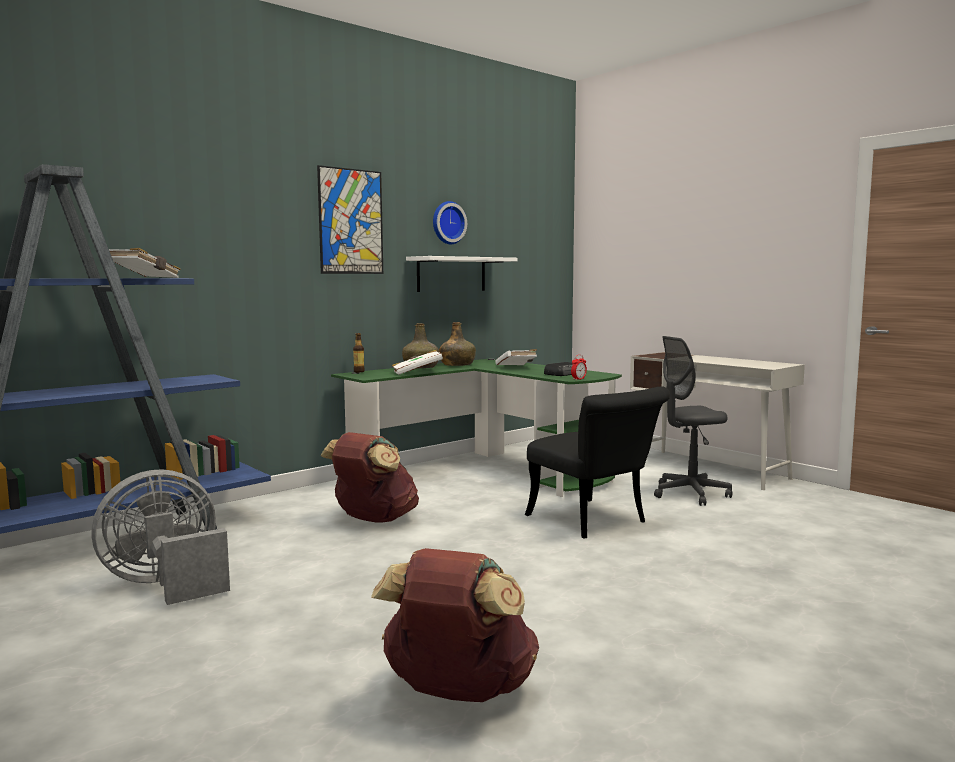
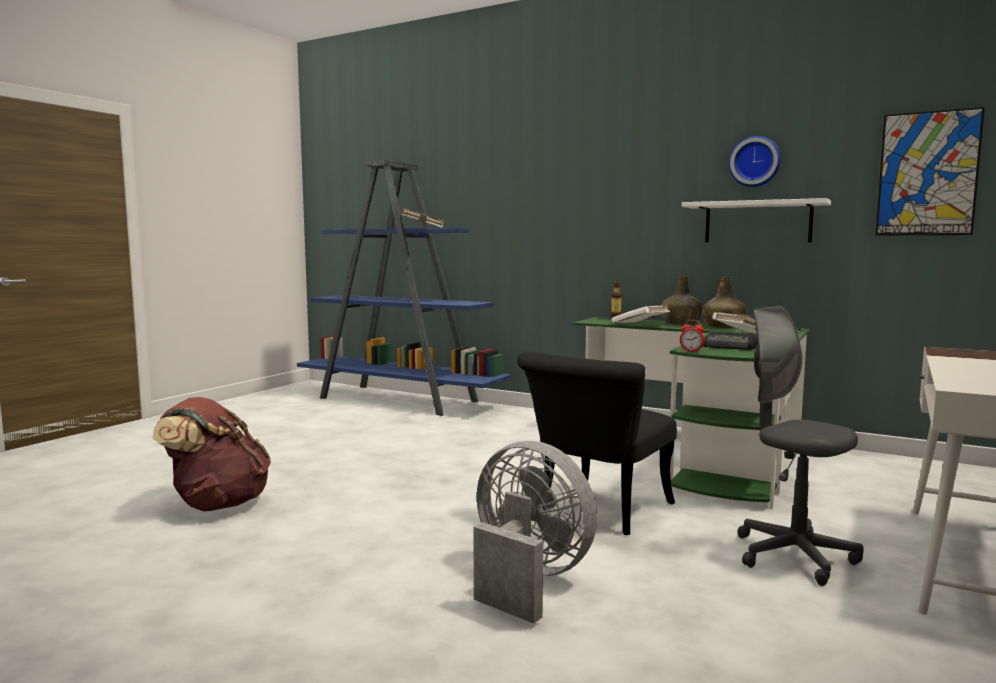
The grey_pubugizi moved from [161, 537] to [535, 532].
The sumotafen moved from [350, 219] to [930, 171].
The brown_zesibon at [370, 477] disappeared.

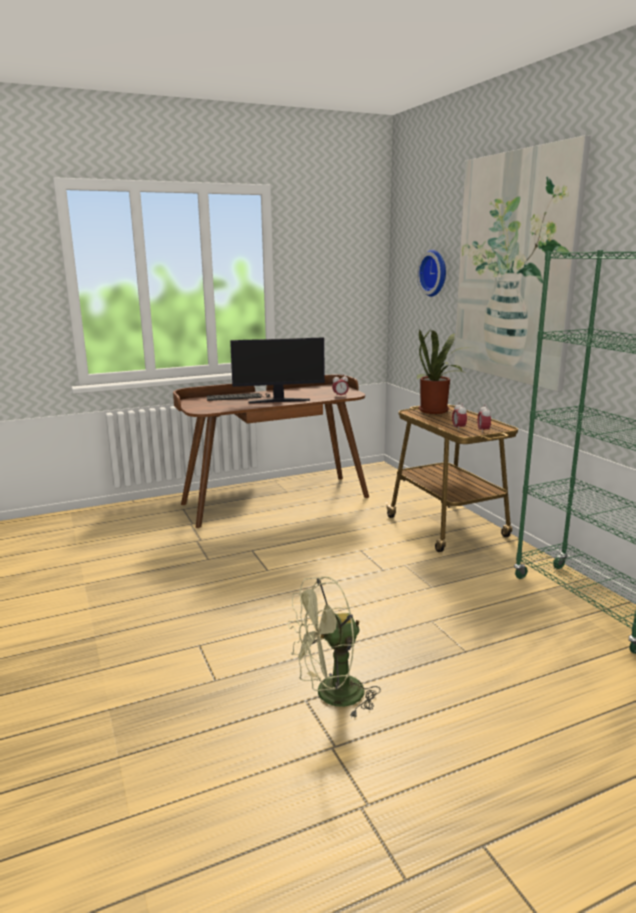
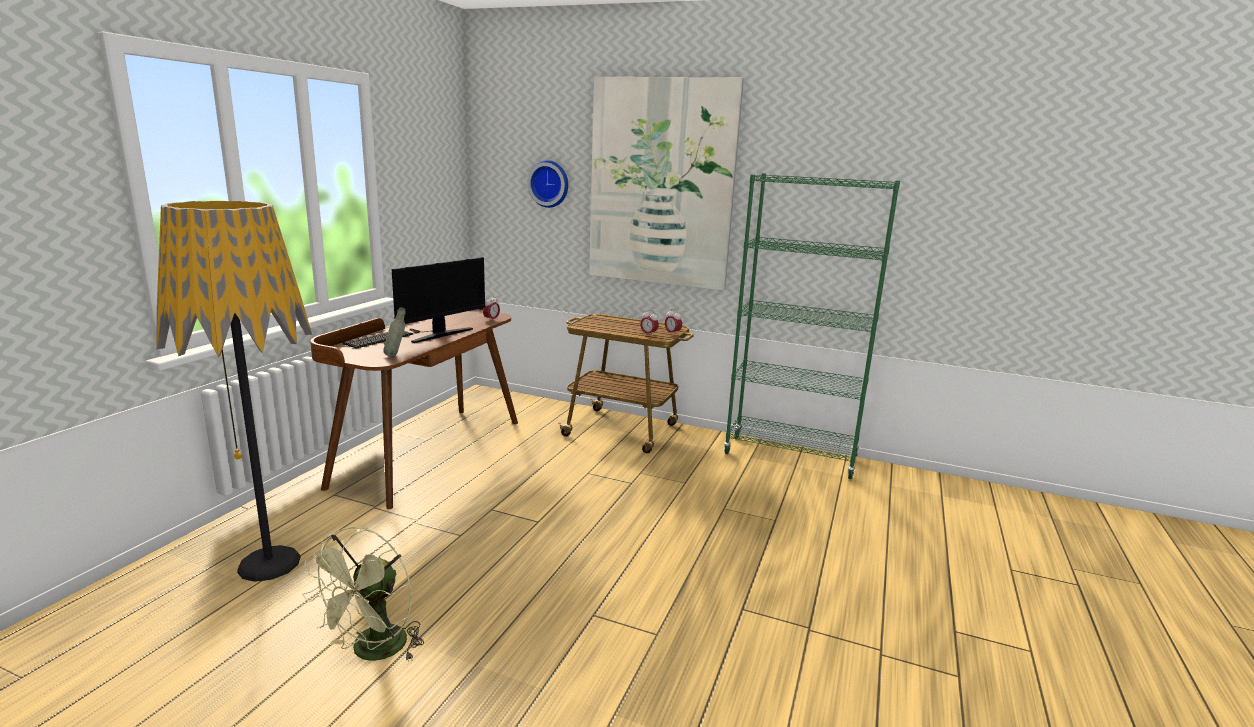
The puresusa at [234, 391] appeared.
The green_pubugizi moved from [334, 647] to [363, 594].
The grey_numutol at [394, 332] appeared.
The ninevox at [444, 371] disappeared.

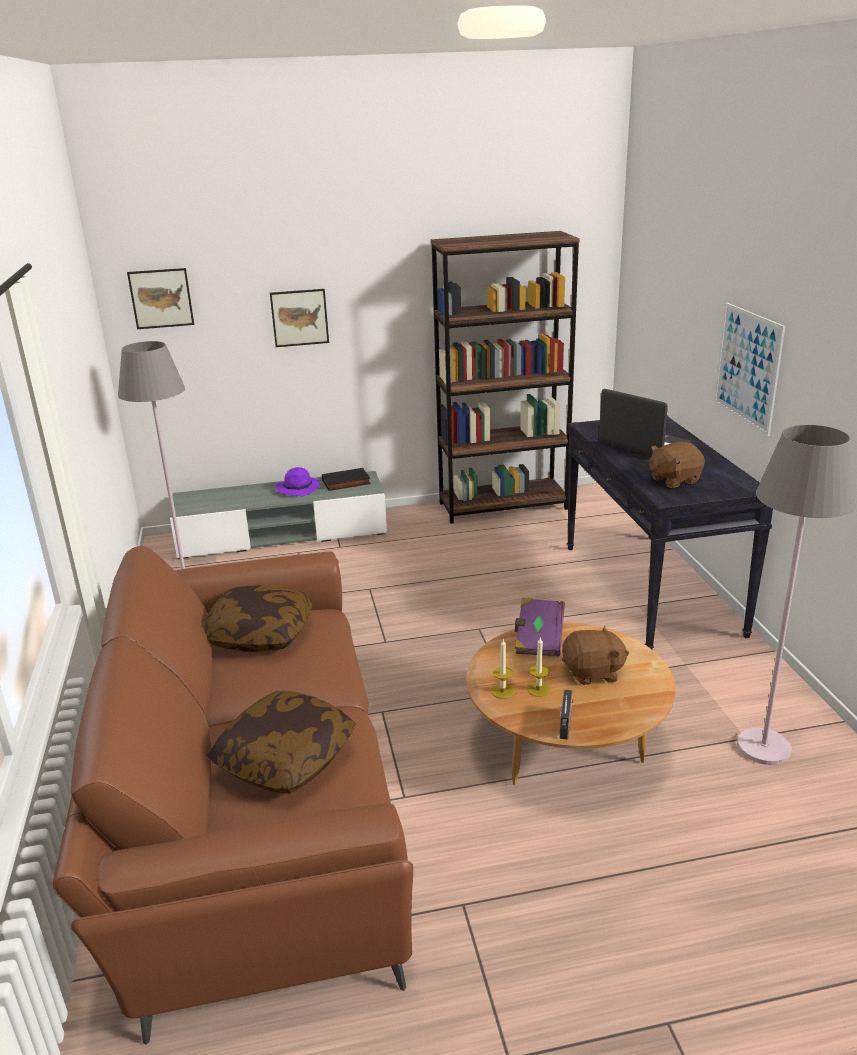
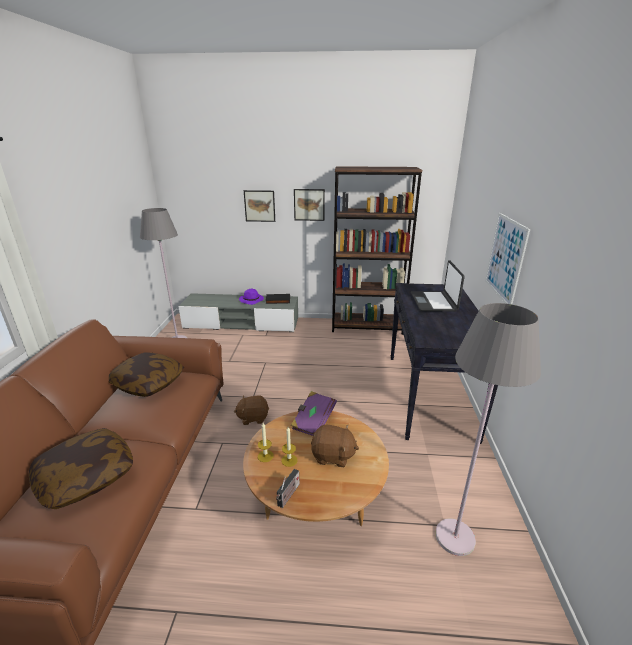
The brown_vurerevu moved from [677, 465] to [251, 410].
The sumotafen moved from [160, 298] to [309, 205].
The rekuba at [645, 422] turned 150 degrees counterclockwise.

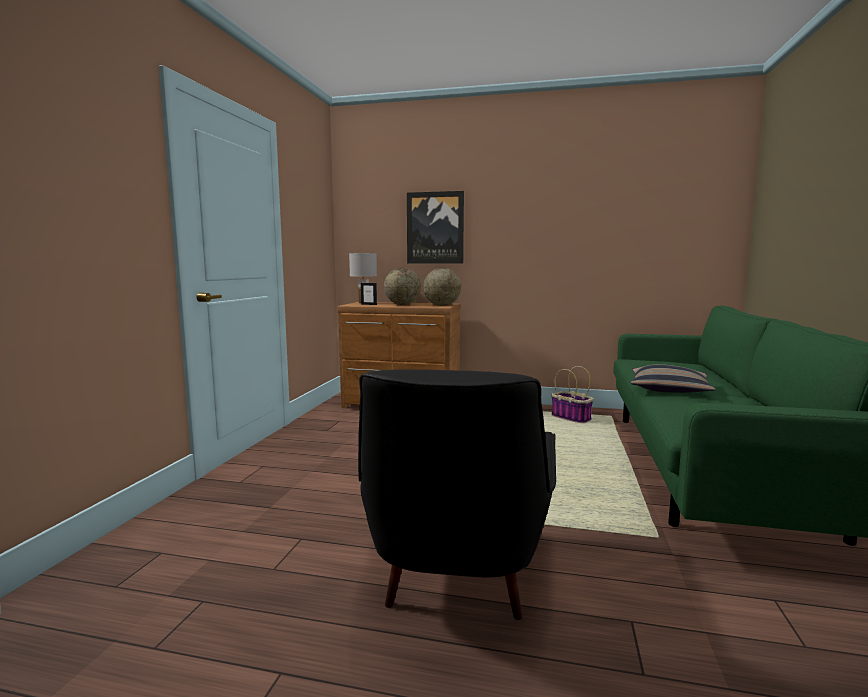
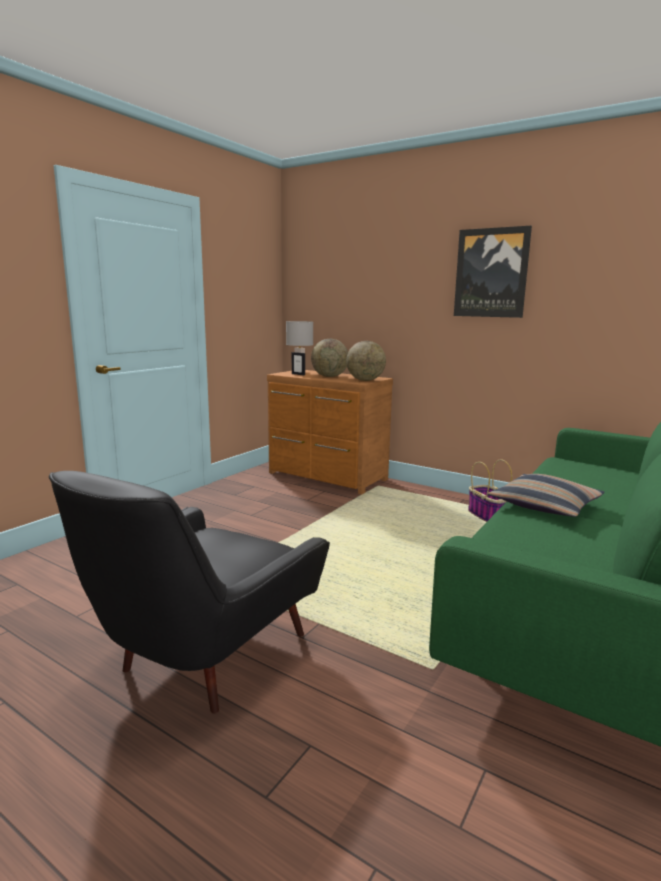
The sumotafen moved from [435, 227] to [493, 272].

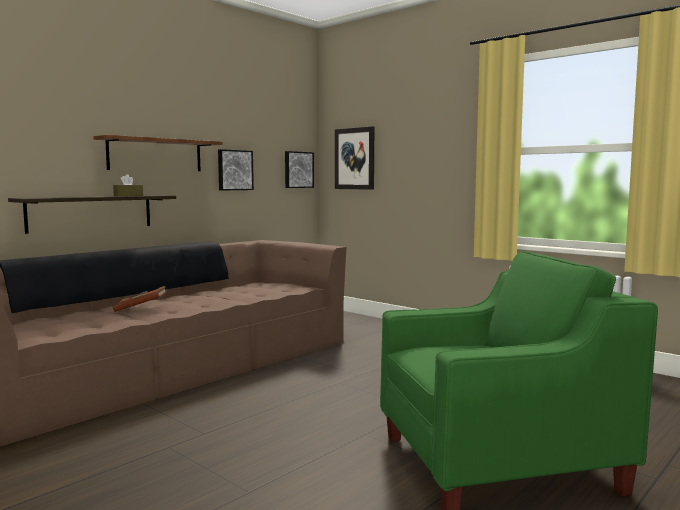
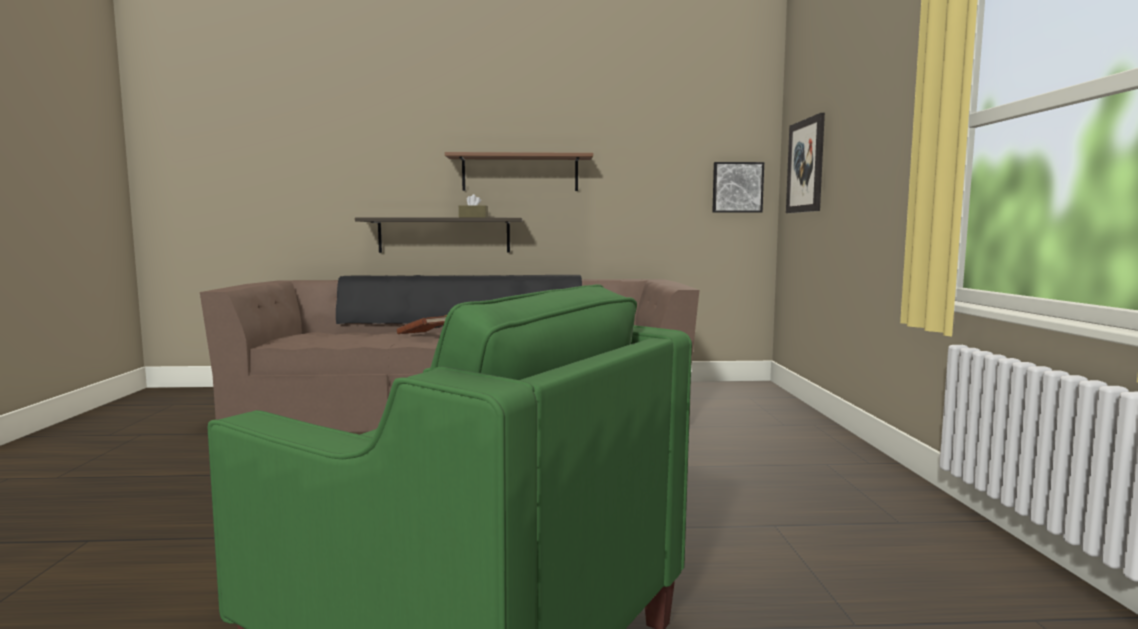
The sumotafen at [236, 169] disappeared.

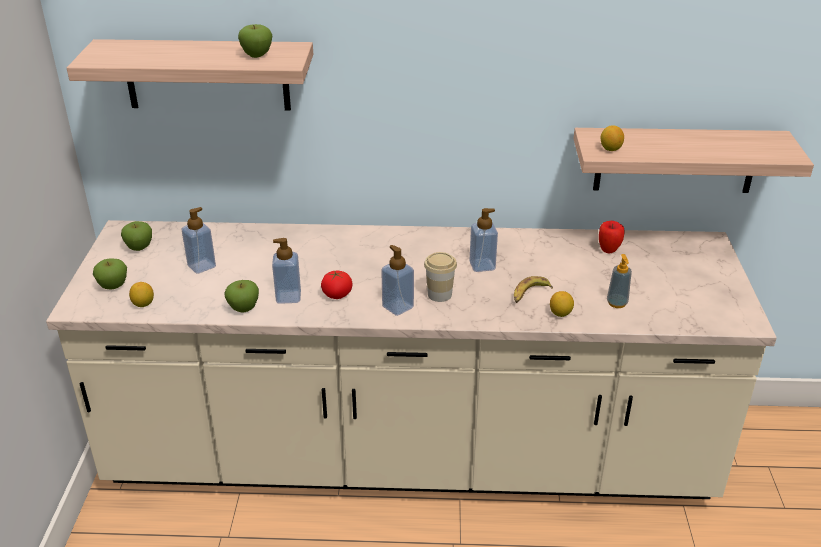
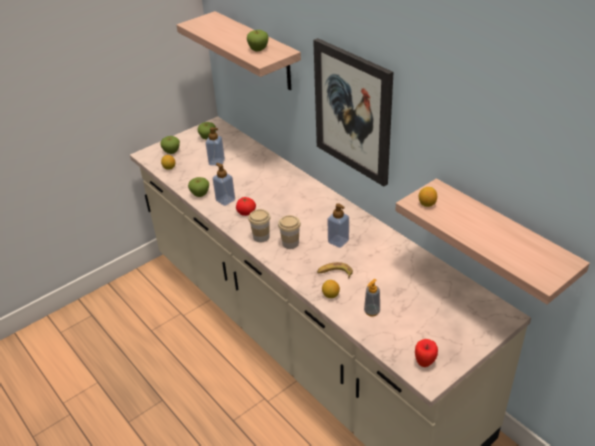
The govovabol at [397, 280] was replaced by the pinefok at [259, 225].
The sumotafen at [353, 112] appeared.
The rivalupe moved from [612, 237] to [426, 353].

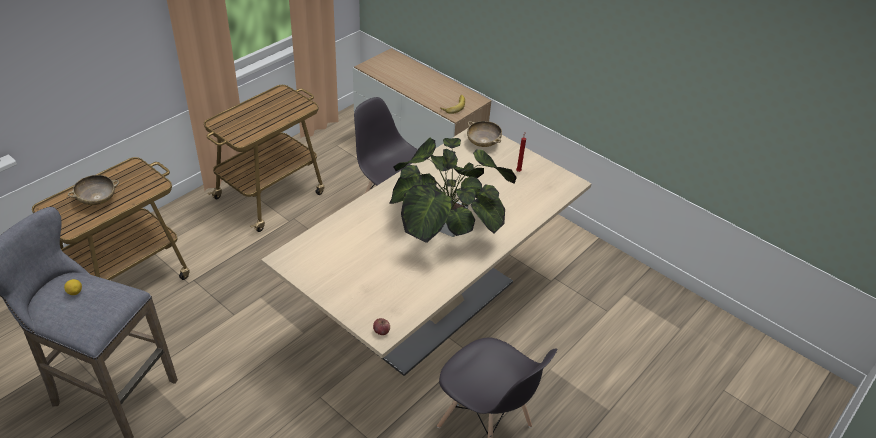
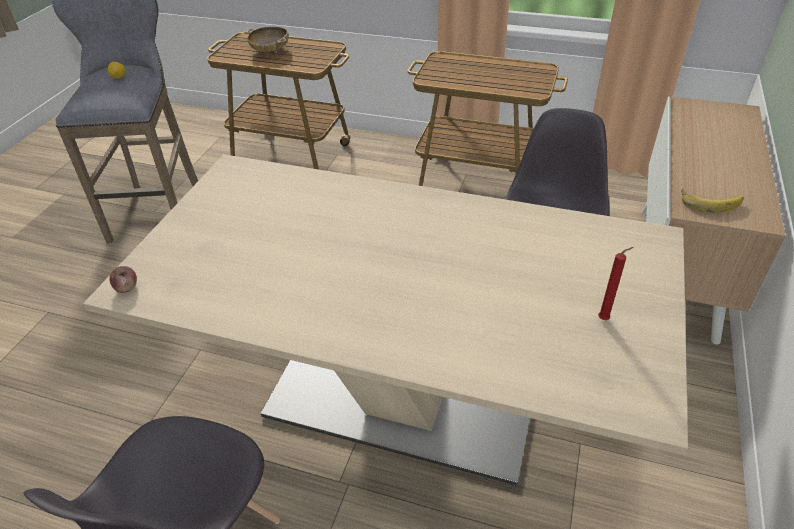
The ninevox at [453, 190] disappeared.
The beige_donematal at [484, 134] disappeared.

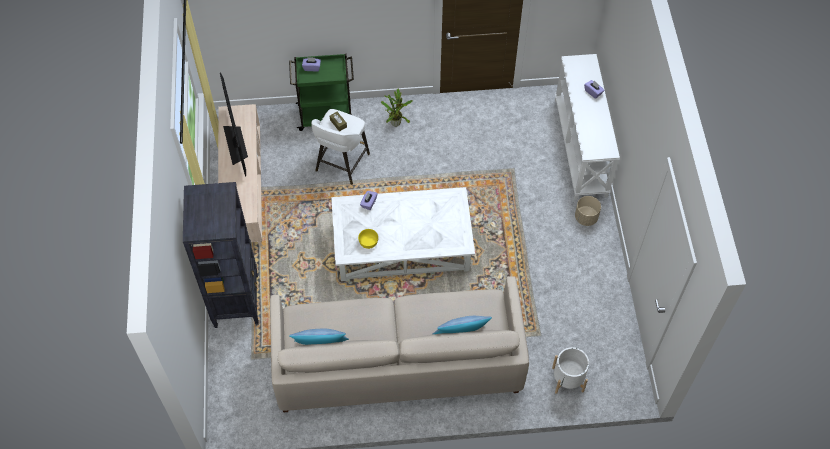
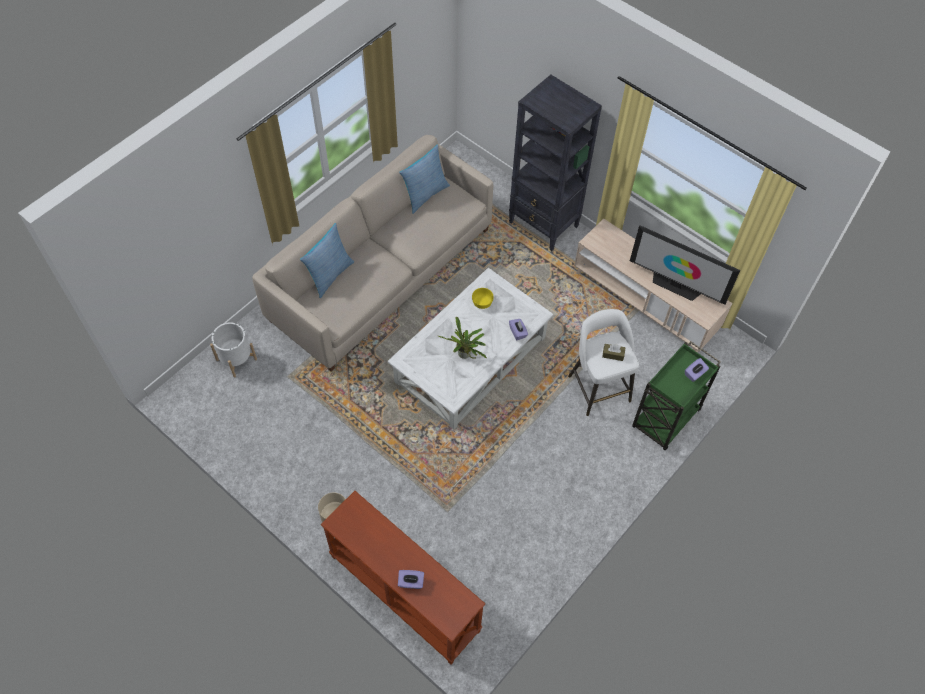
The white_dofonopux at [587, 127] became the brown_dofonopux at [403, 578].
The ninevox moved from [397, 108] to [462, 338].

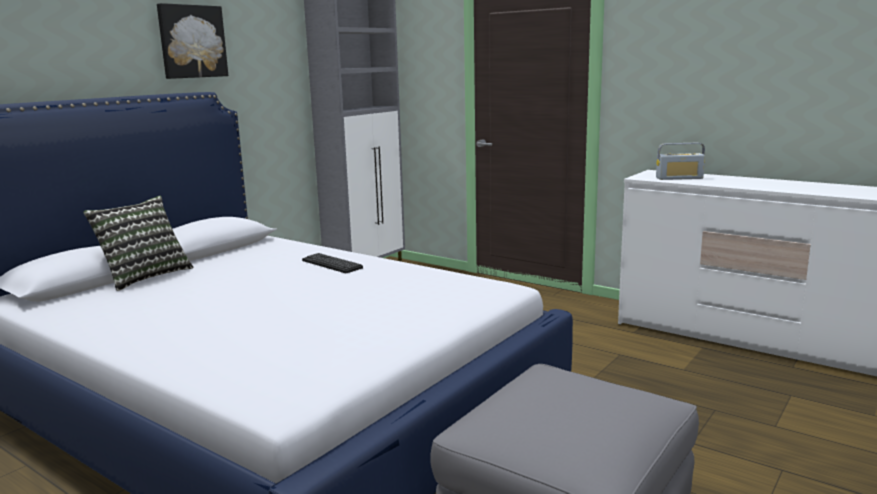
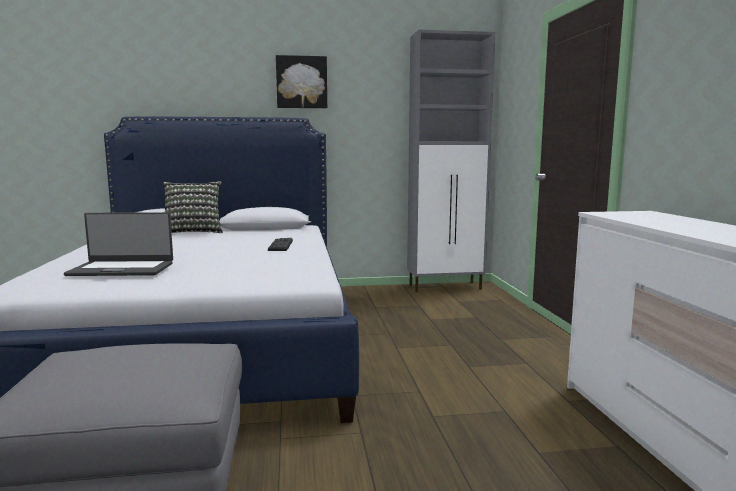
The rekuba at [118, 244] appeared.
The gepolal at [680, 161] disappeared.

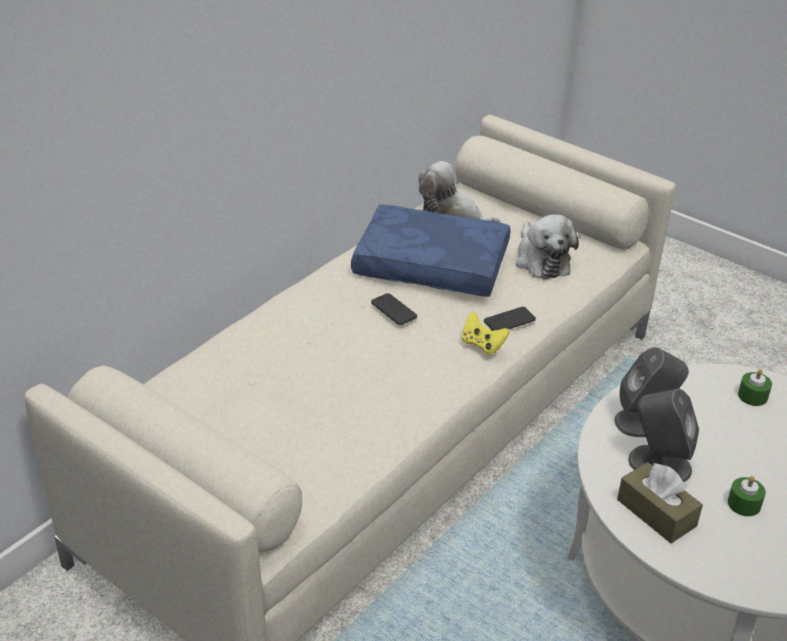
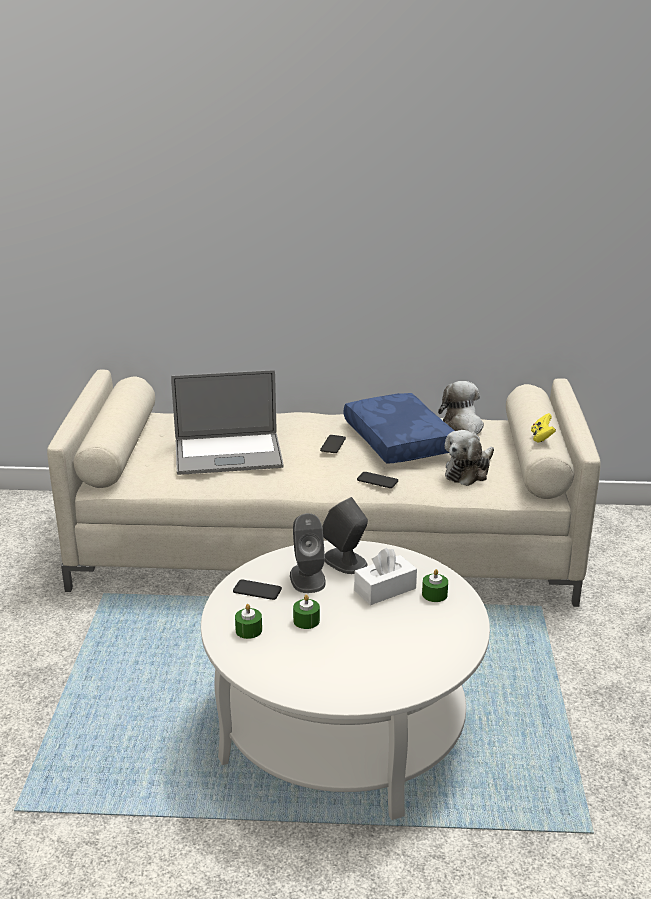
The rekuba at [227, 422] appeared.
The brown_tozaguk at [660, 502] was replaced by the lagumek at [257, 589].
The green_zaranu at [248, 621] appeared.
The white_tozaguk at [385, 576] appeared.
The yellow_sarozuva moved from [486, 333] to [543, 428].

